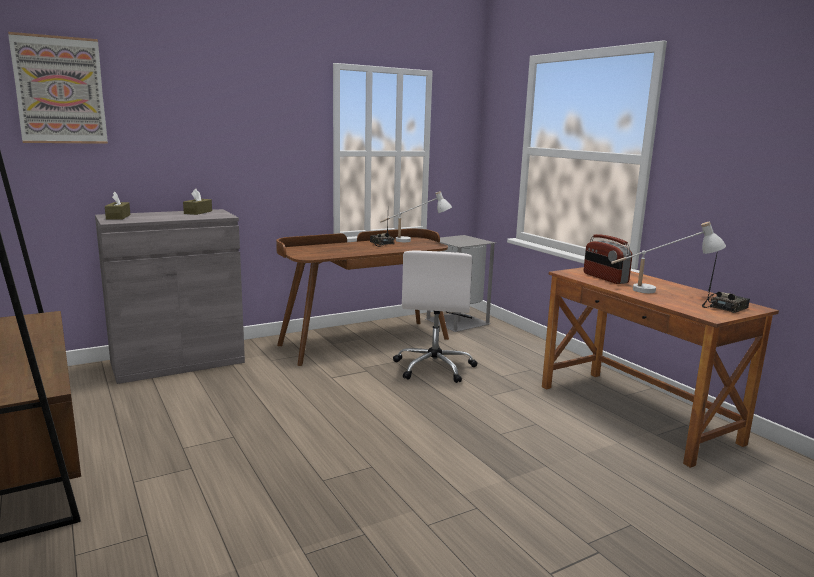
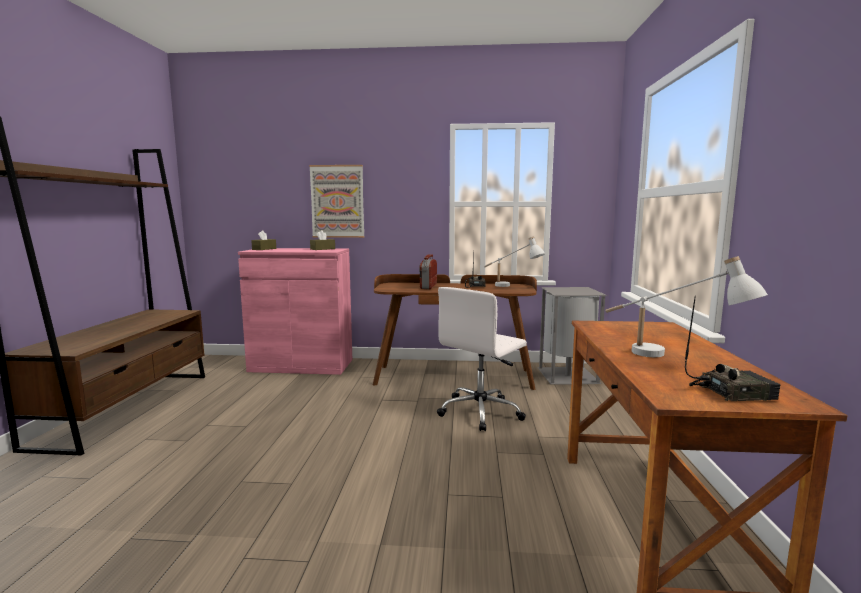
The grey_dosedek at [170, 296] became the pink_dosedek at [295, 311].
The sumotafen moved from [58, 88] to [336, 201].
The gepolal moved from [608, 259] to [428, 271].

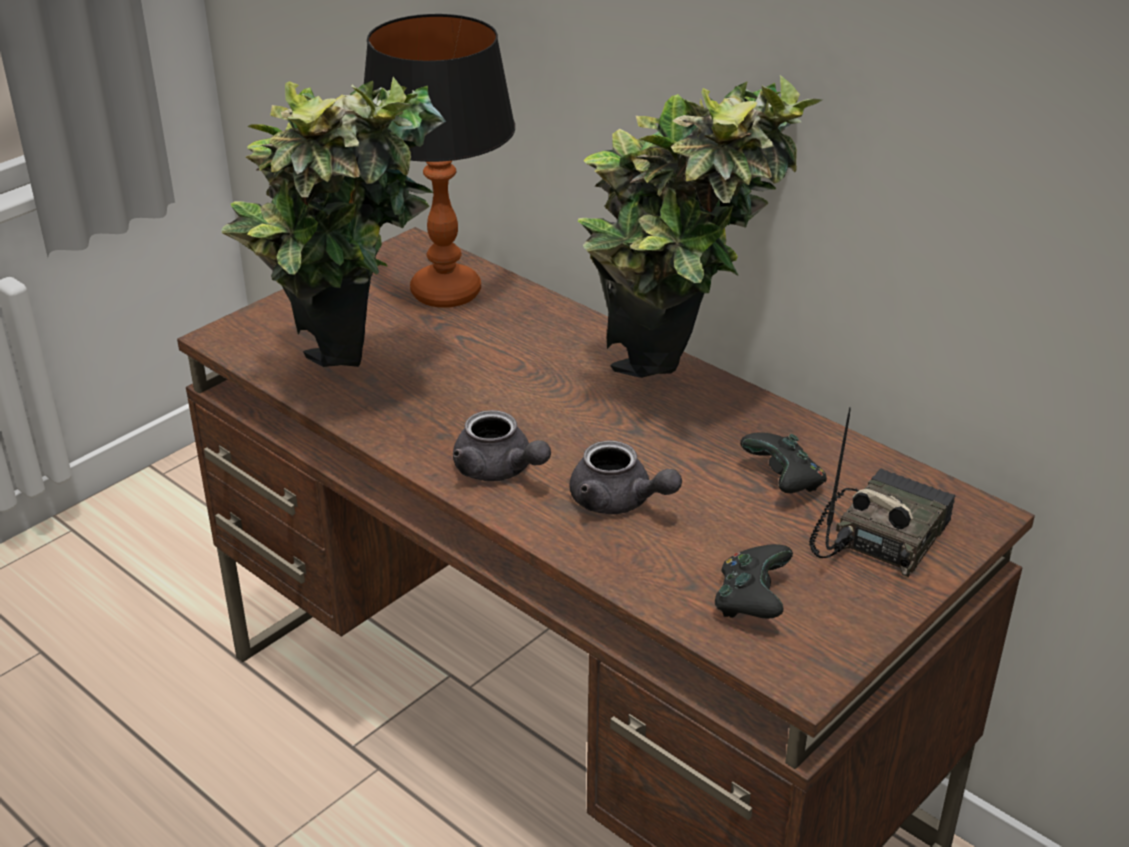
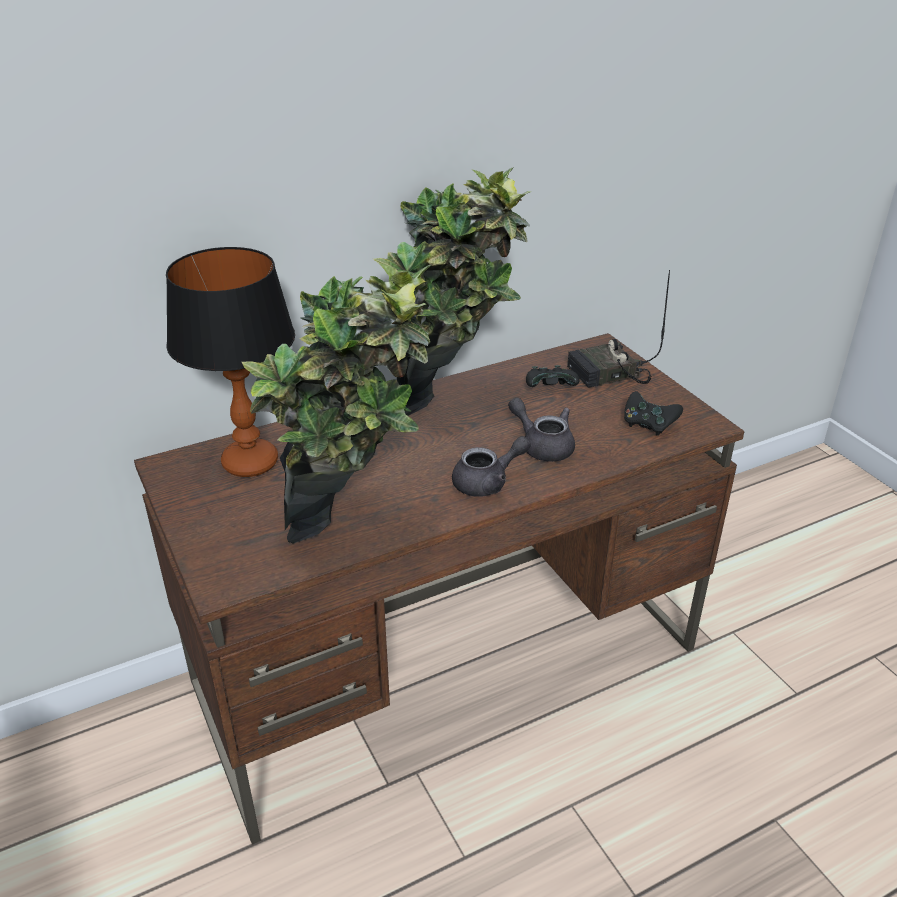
The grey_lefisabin at [626, 477] turned 105 degrees counterclockwise.
The gepolal at [882, 492] turned 75 degrees counterclockwise.

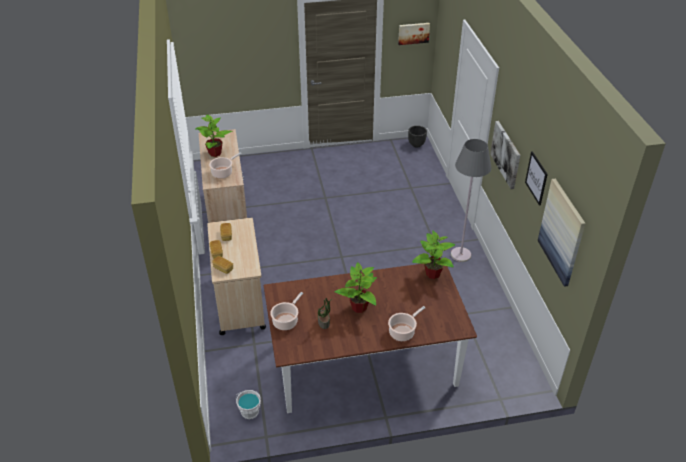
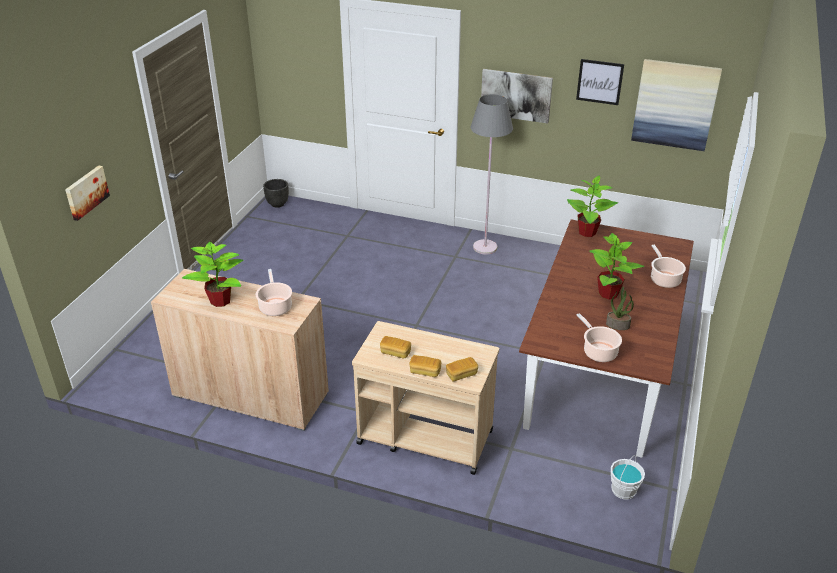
The sumotafen moved from [414, 34] to [87, 193].

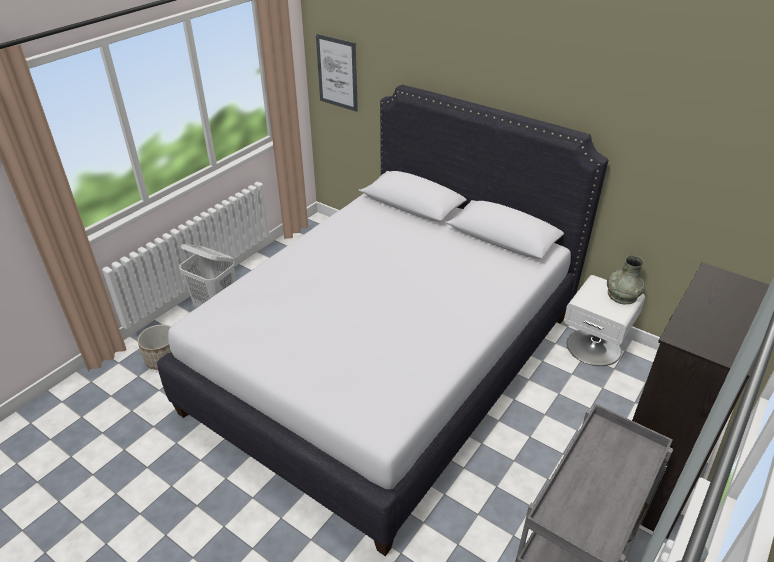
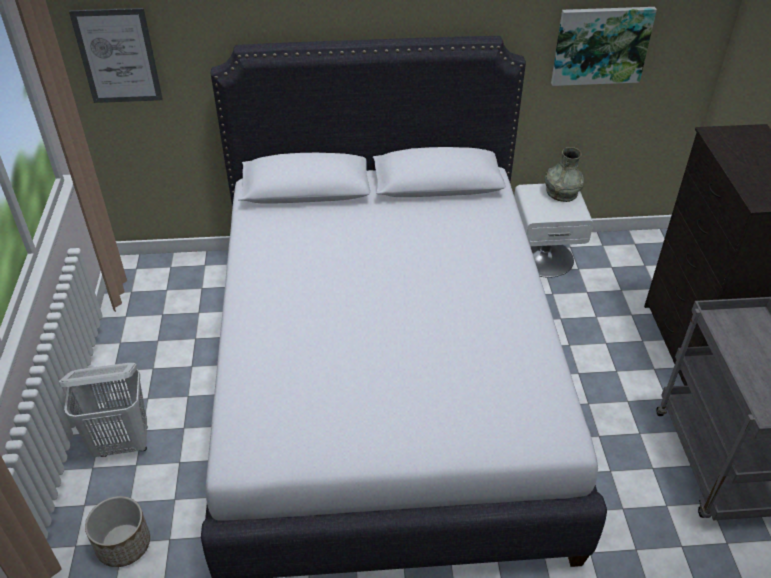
The sumotafen at [604, 46] appeared.

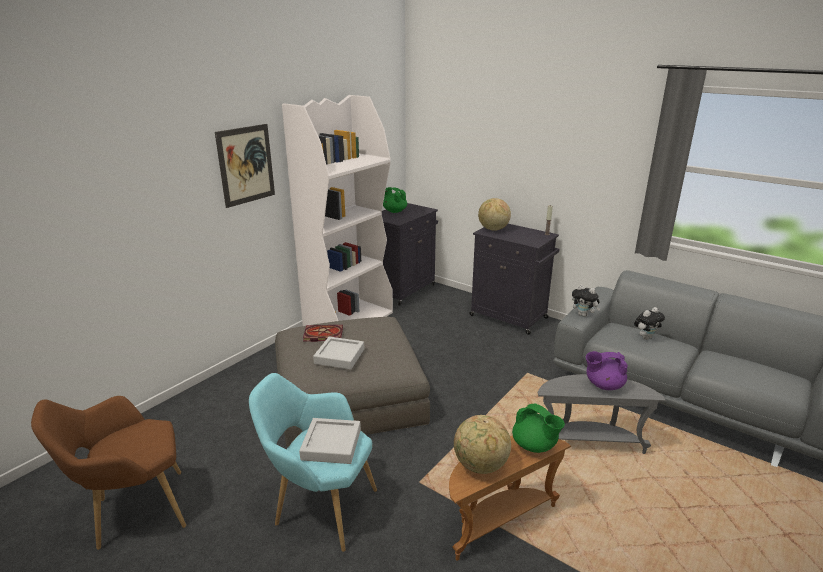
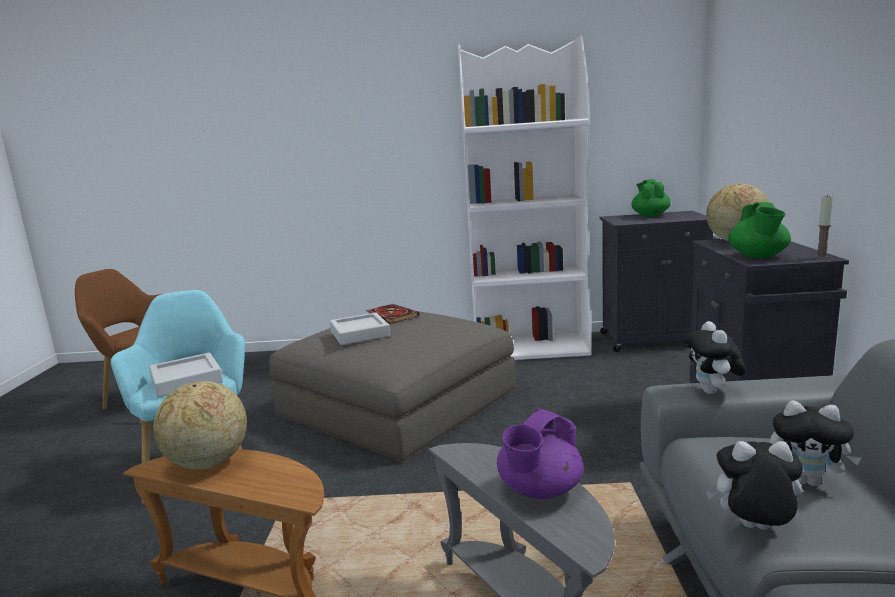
The purple_lefisabin at [607, 370] turned 105 degrees counterclockwise.
The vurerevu at [754, 485] appeared.
The green_lefisabin moved from [538, 428] to [759, 230].
The sumotafen at [245, 166] disappeared.

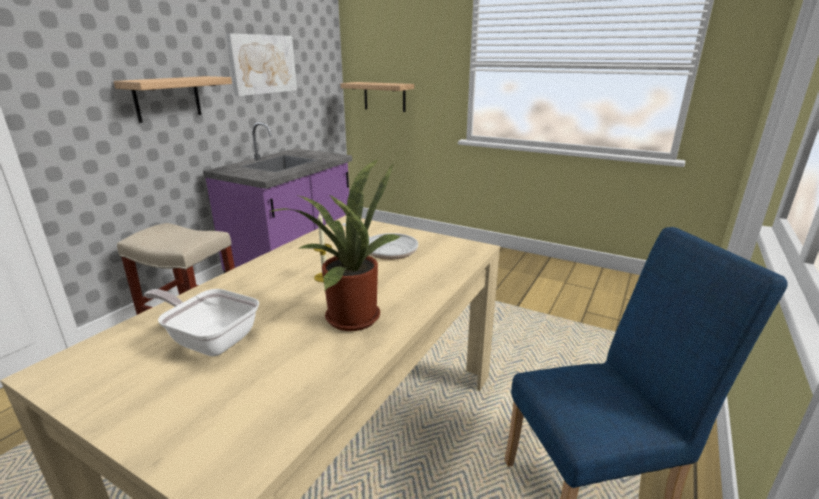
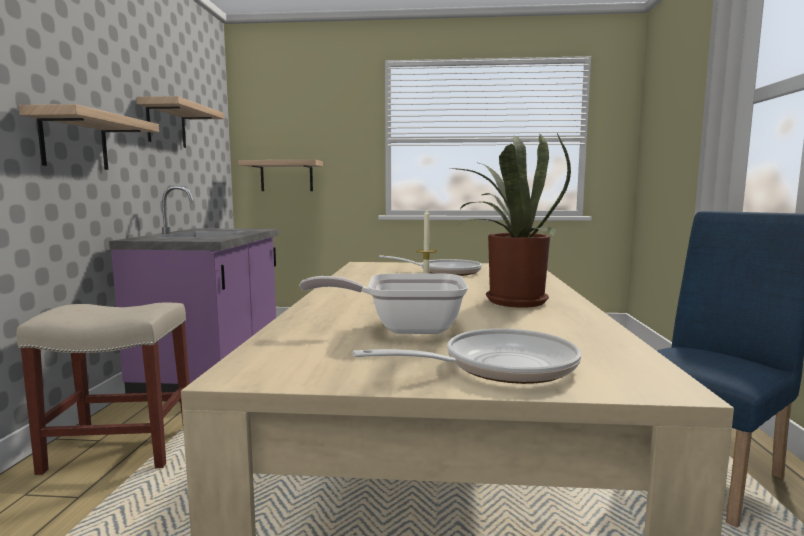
The sumotafen at [261, 64] was replaced by the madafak at [180, 122].
The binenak at [467, 356] appeared.

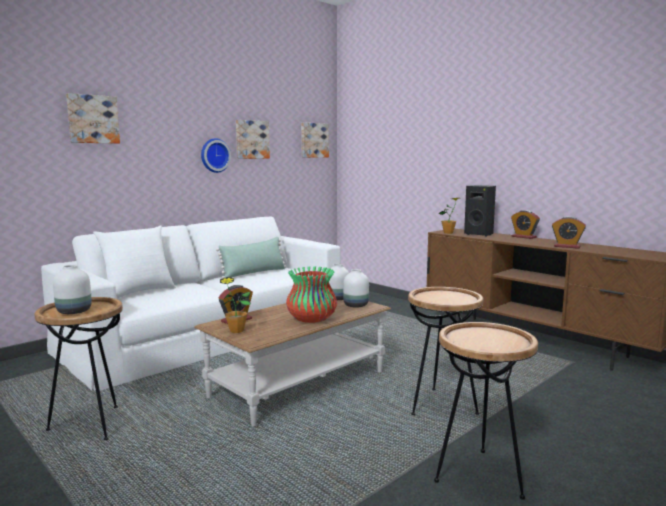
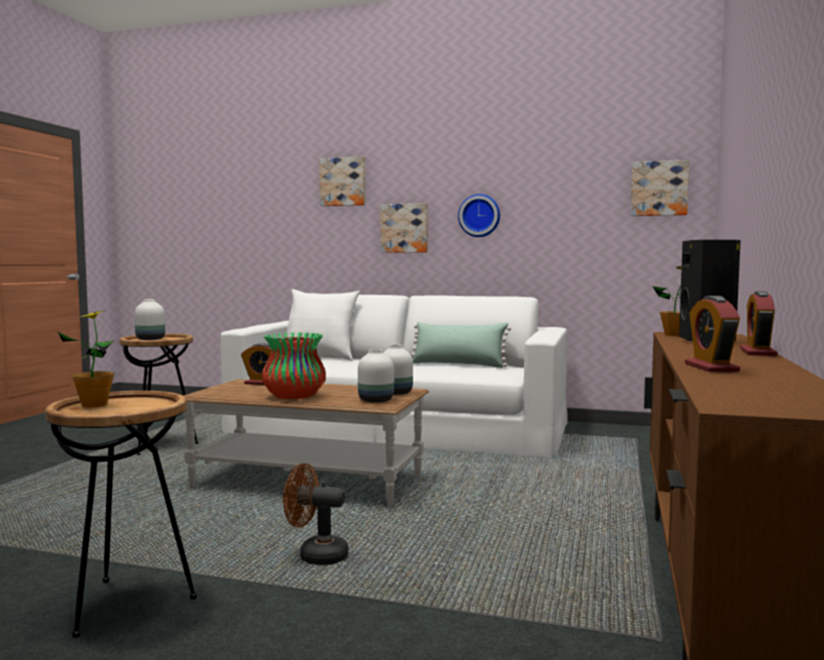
The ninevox moved from [235, 305] to [86, 359].
The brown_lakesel at [445, 351] was replaced by the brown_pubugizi at [316, 514].
The sumotafen moved from [253, 139] to [404, 228].

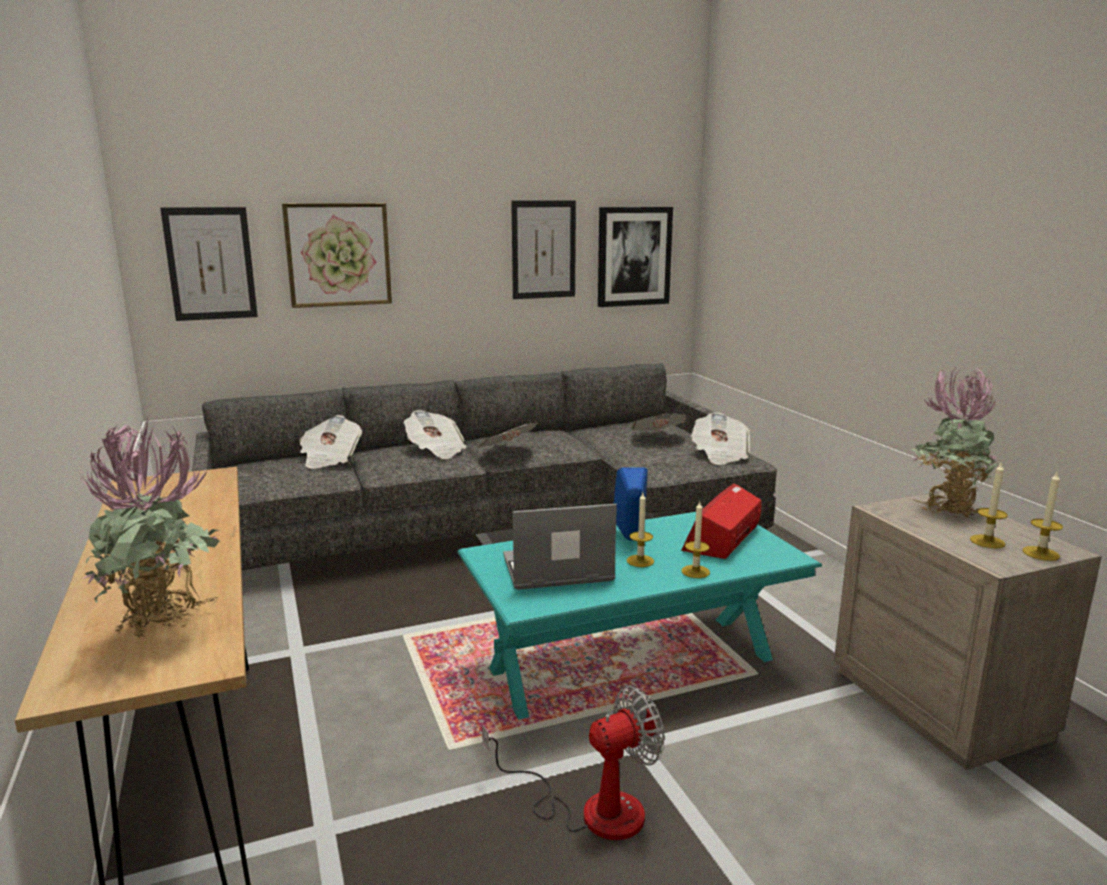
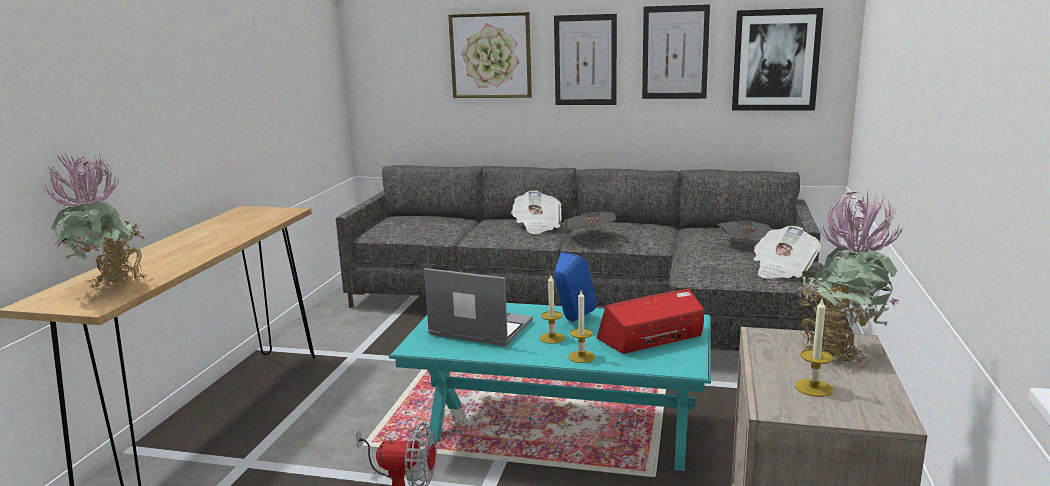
The sumotafen moved from [209, 264] to [585, 59].
The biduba at [330, 442] disappeared.
The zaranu at [1042, 516] disappeared.

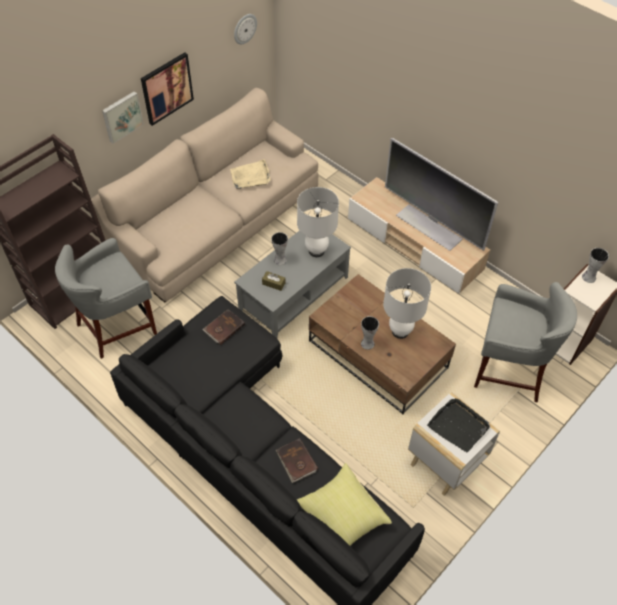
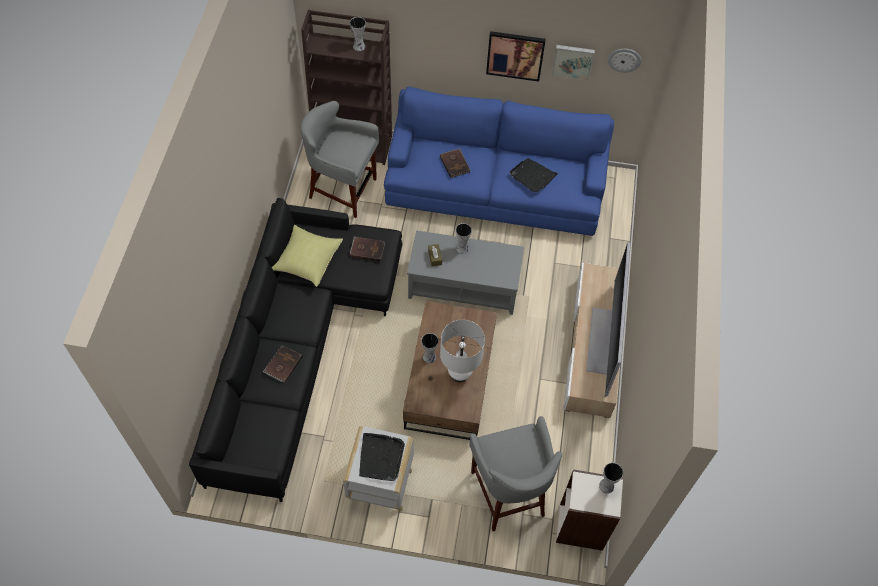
The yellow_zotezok moved from [344, 504] to [307, 256].
The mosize at [358, 34] appeared.
The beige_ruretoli at [204, 195] became the blue_ruretoli at [499, 161].
The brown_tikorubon at [455, 163] appeared.
The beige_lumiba at [250, 174] became the black_lumiba at [533, 175].
The sumotafen moved from [123, 117] to [573, 63].
The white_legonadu at [318, 222] disappeared.

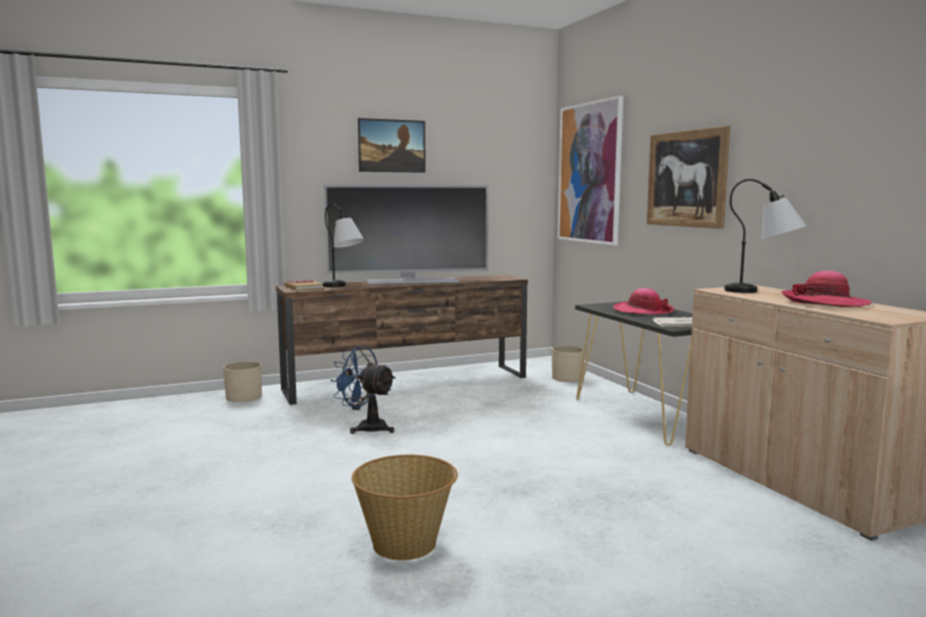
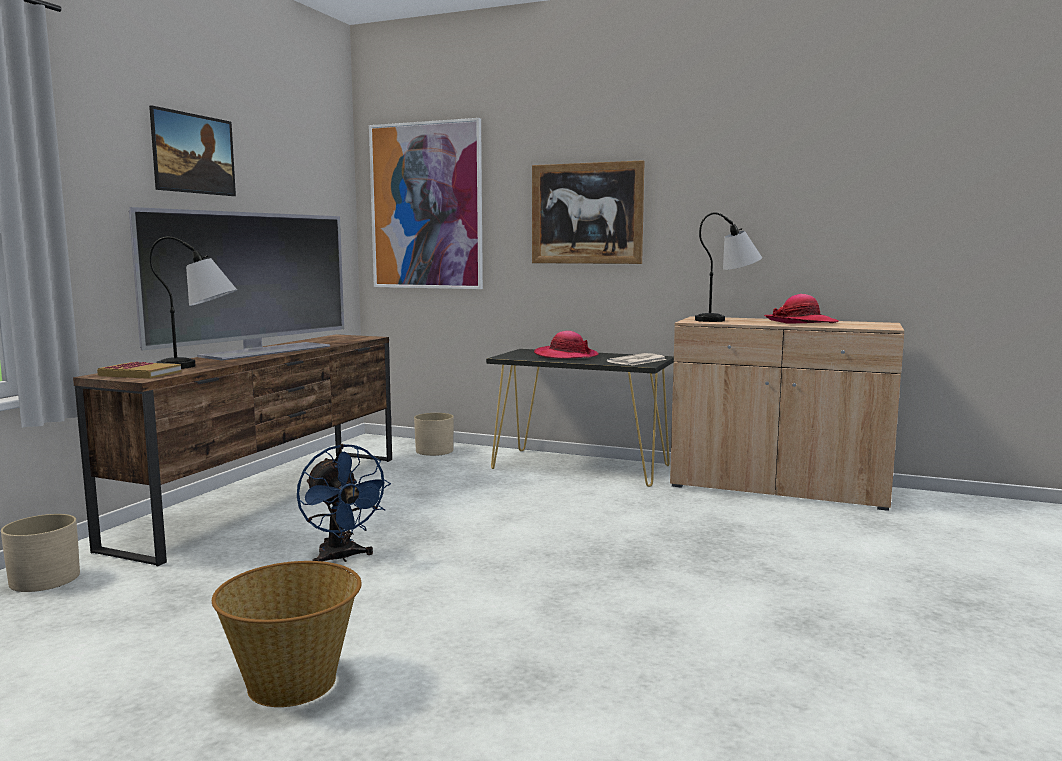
The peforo moved from [405, 508] to [287, 634].
The blue_pubugizi at [363, 390] turned 105 degrees counterclockwise.

